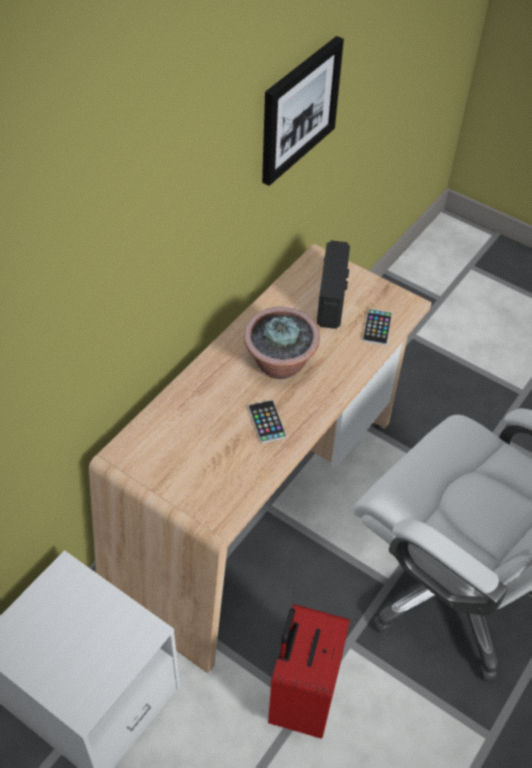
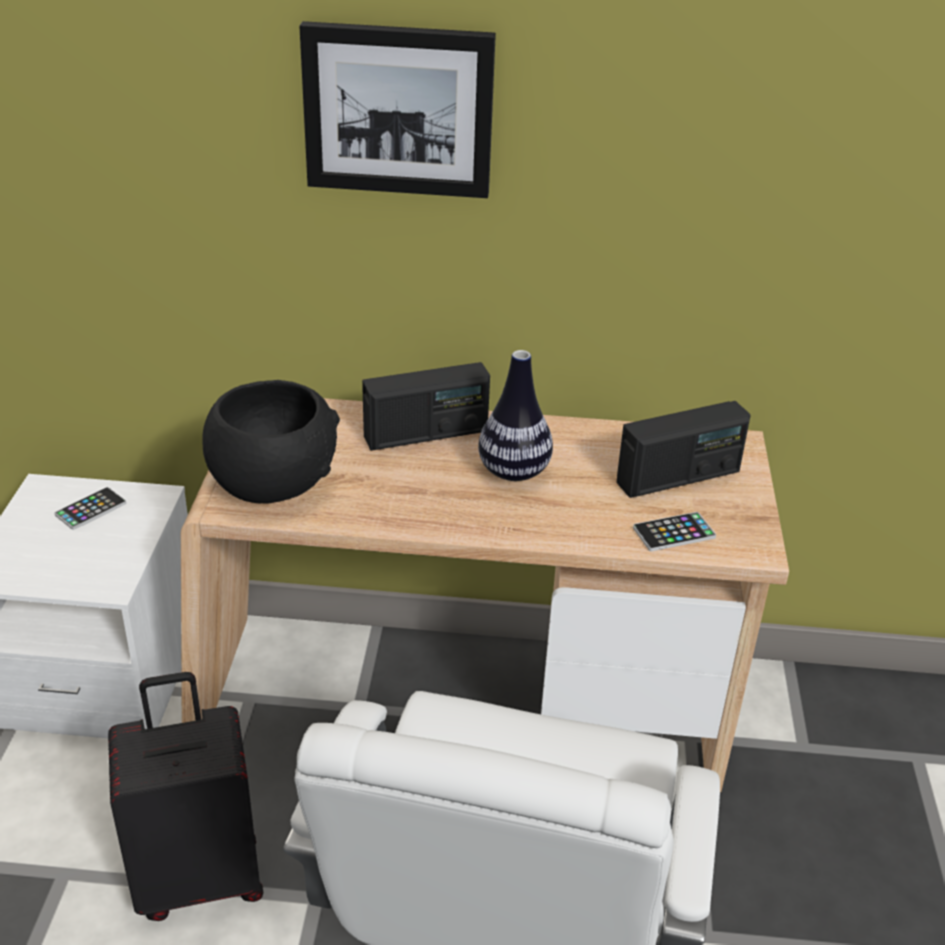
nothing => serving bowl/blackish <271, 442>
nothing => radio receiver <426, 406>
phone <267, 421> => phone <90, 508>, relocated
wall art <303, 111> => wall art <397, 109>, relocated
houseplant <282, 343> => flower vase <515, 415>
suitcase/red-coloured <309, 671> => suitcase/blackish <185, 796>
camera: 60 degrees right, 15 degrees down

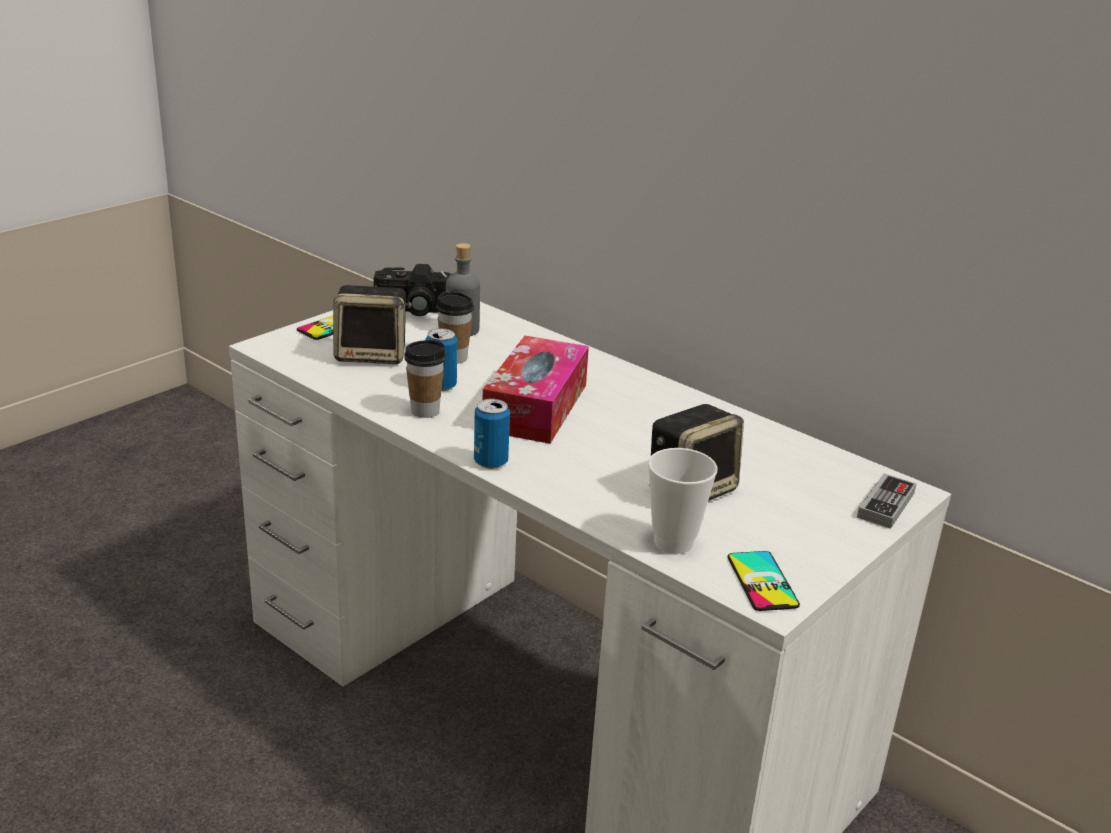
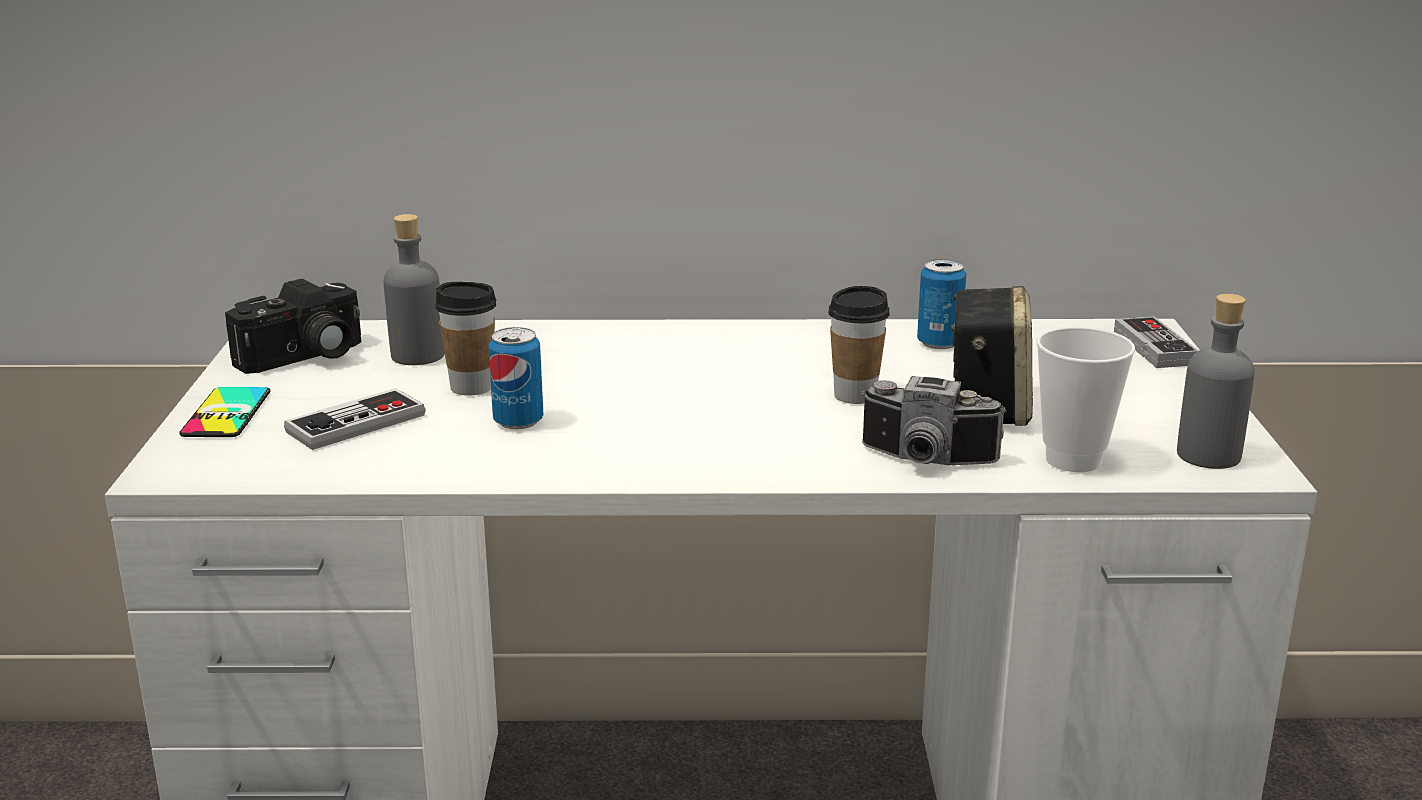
tissue box <536, 390> => nothing
nothing => still camera <934, 420>
cup <425, 379> => cup <859, 345>, relocated
can <492, 434> => can <941, 304>, relocated
audio speaker <372, 324> => joypad <355, 419>
phone <764, 581> => bottle/grey <1216, 381>
camera: 40 degrees left, 5 degrees down

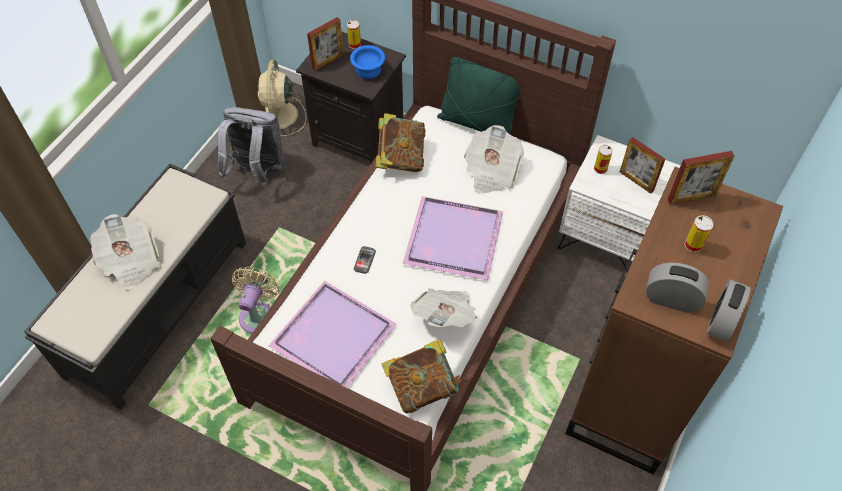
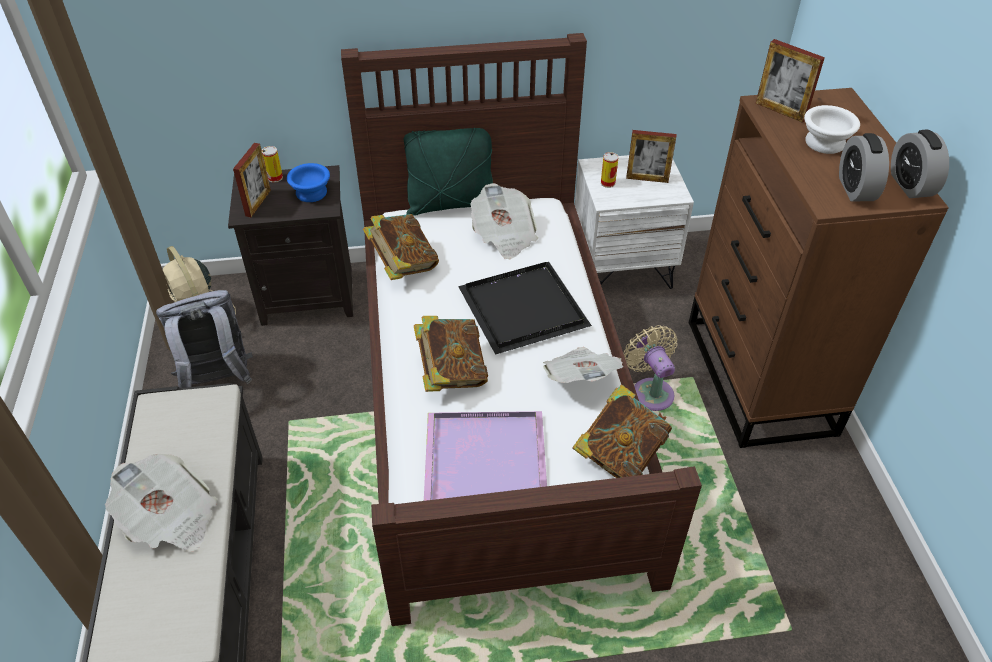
fan/beige <256, 300> => fan/beige <650, 368>, relocated
phone <365, 260> => volume <451, 354>
can <699, 234> => serving bowl/white-coloured <832, 129>
serving tray/purplish <452, 238> => serving tray/blackish <525, 308>
bedside clock <677, 288> => bedside clock <864, 167>, 75 degrees counterclockwise
photo frame <701, 178> => photo frame <790, 81>, 90 degrees clockwise
camera: 35 degrees left, 10 degrees down

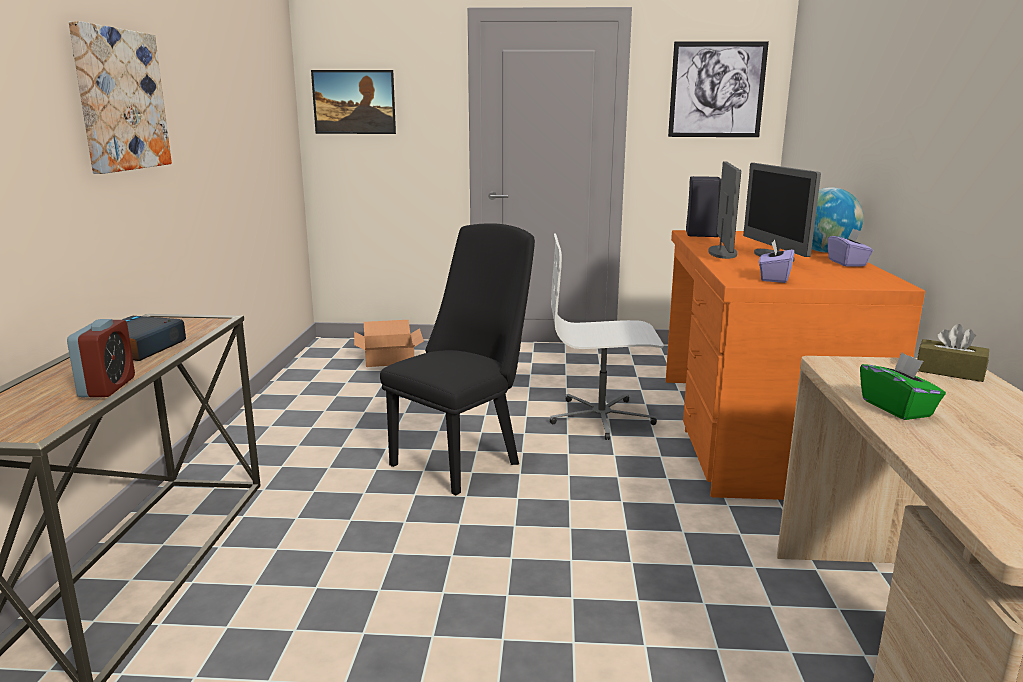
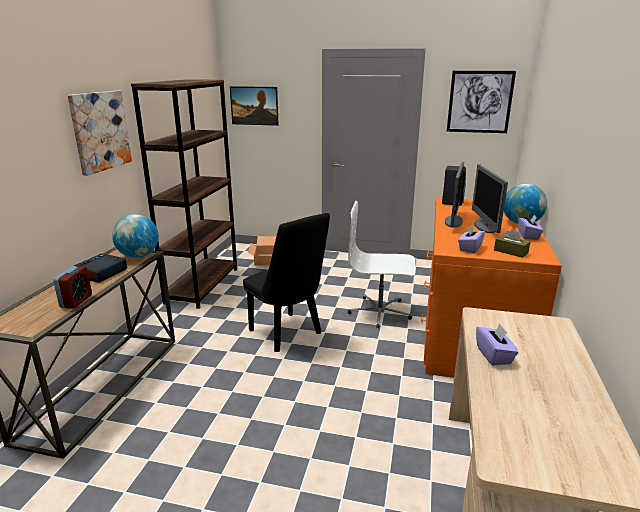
nothing => world globe <135, 236>
nothing => bookcase/brown-coloured <184, 194>
tissue box/brown-coloured <953, 353> => tissue box/brown-coloured <512, 243>, relocated
tissue box/green-coloured <903, 386> => tissue box/purplish <497, 344>
upright chair/blackish <457, 359> => upright chair/blackish <286, 282>, 90 degrees clockwise
camera: 10 degrees right, 5 degrees up

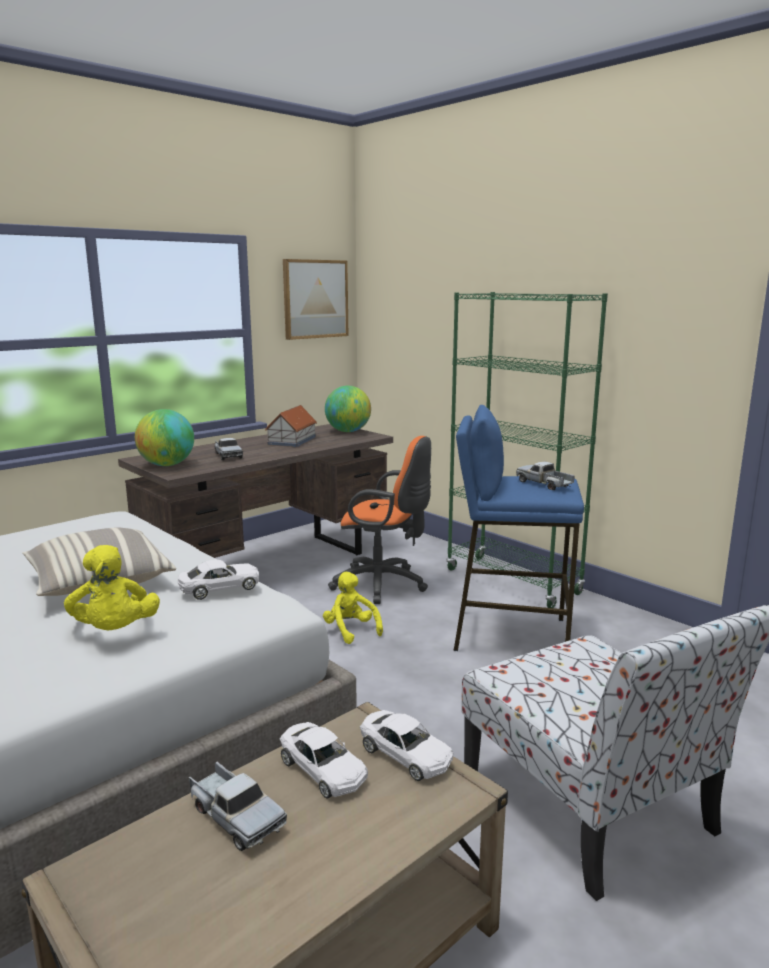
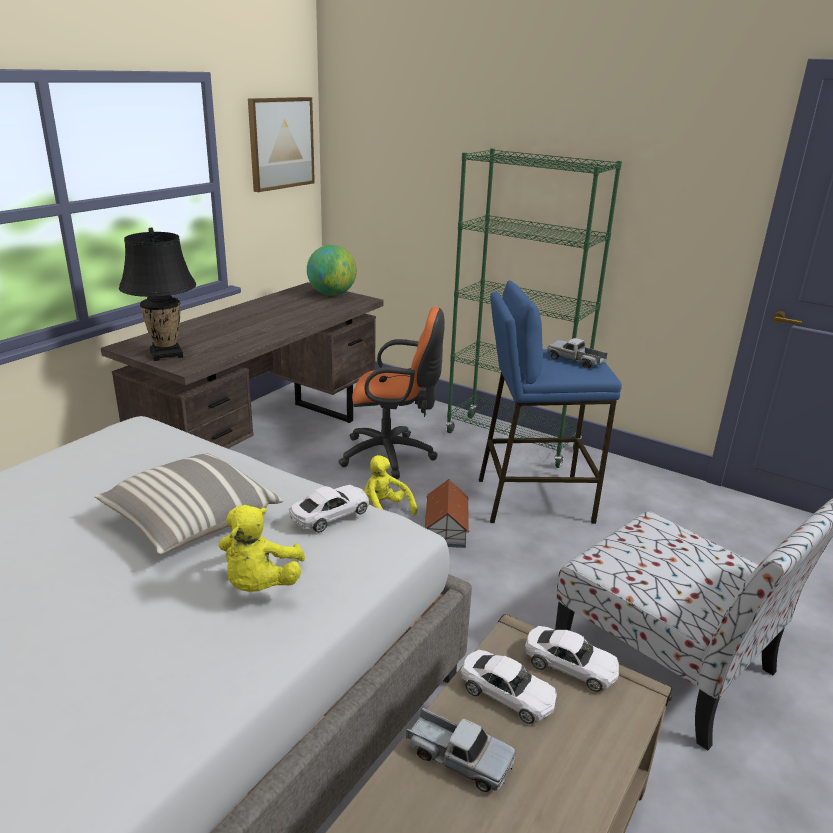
model truck <228, 449> => nothing
miniature house <291, 426> => miniature house <447, 513>, relocated
world globe <164, 437> => lamp for a table/blackish <157, 294>
soft toy/yellow <112, 587> => soft toy/yellow <261, 548>, 45 degrees clockwise
camera: 15 degrees left, 10 degrees up

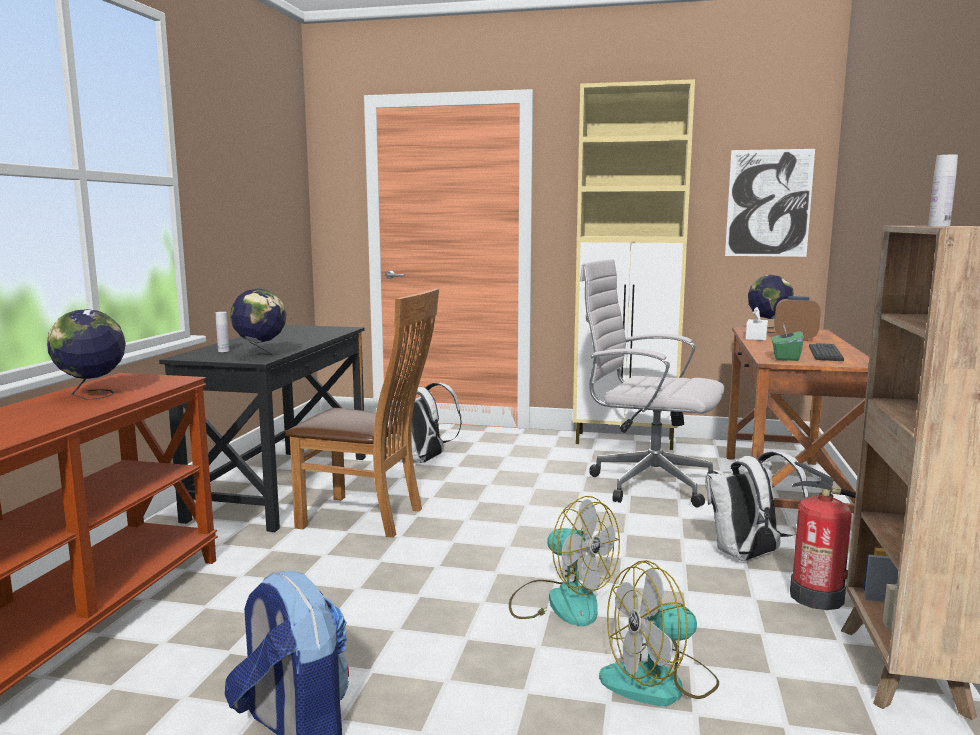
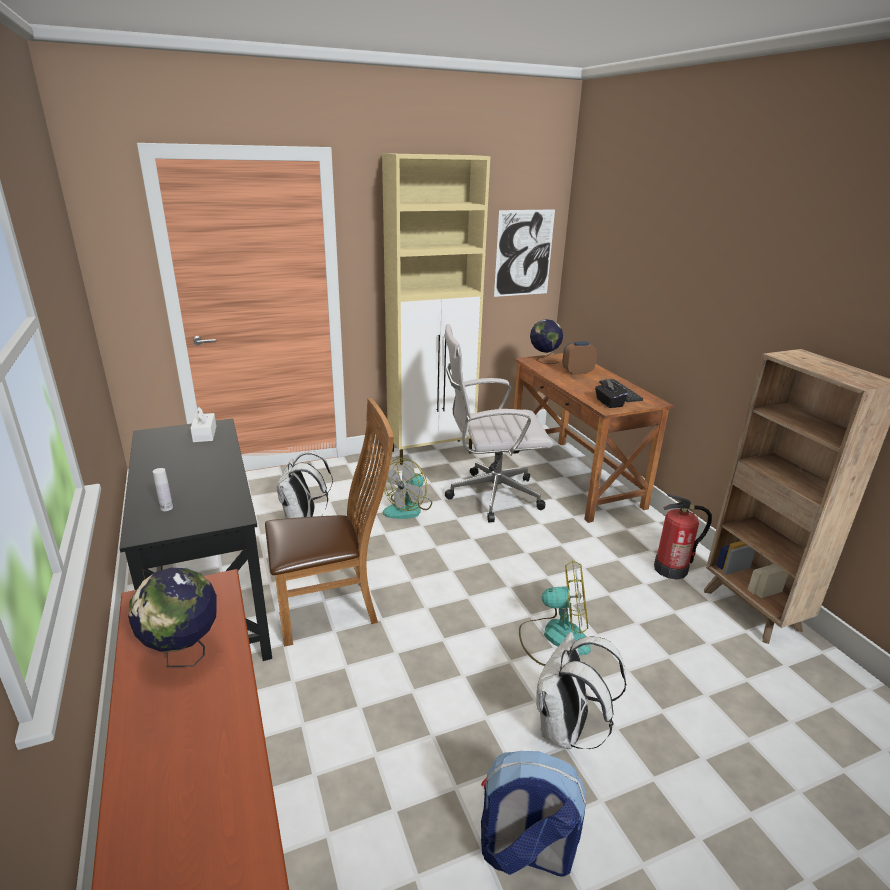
world globe <258, 324> => nothing
bottle/white-coloured <943, 190> => nothing
fan <659, 633> => fan <407, 488>, relocated
backpack/white-coloured <757, 506> => backpack/white-coloured <581, 690>, relocated
tissue box/white-coloured <757, 324> => tissue box/white-coloured <203, 424>, relocated
tissue box/green-coloured <787, 342> => tissue box/blackish <611, 393>
camera: 35 degrees left, 15 degrees up

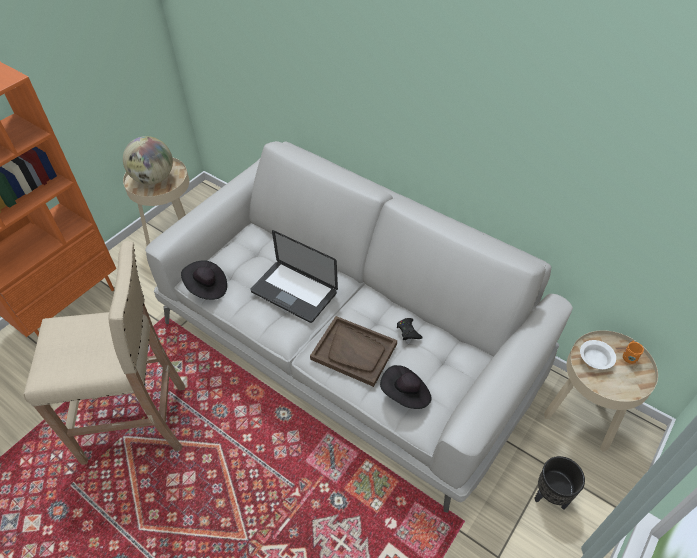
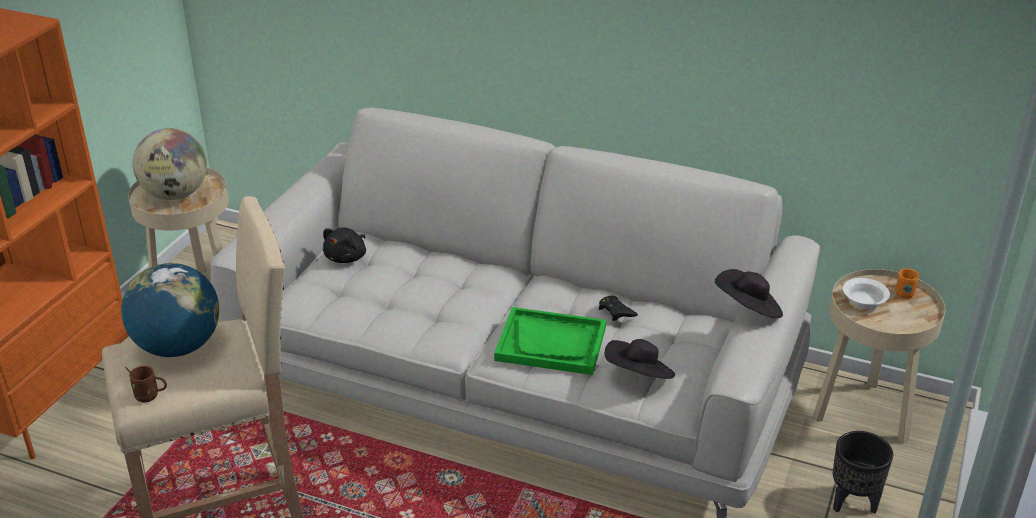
laptop <294, 276> => nothing
nothing => world globe <170, 310>
nothing => mug/brown-coloured <146, 384>
nothing => soft toy/blackish <344, 245>
hat/blackish <204, 280> => hat/blackish <749, 293>, relocated
serving tray/brown-coloured <353, 351> => serving tray/green-coloured <550, 341>
camera: 15 degrees left, 15 degrees down

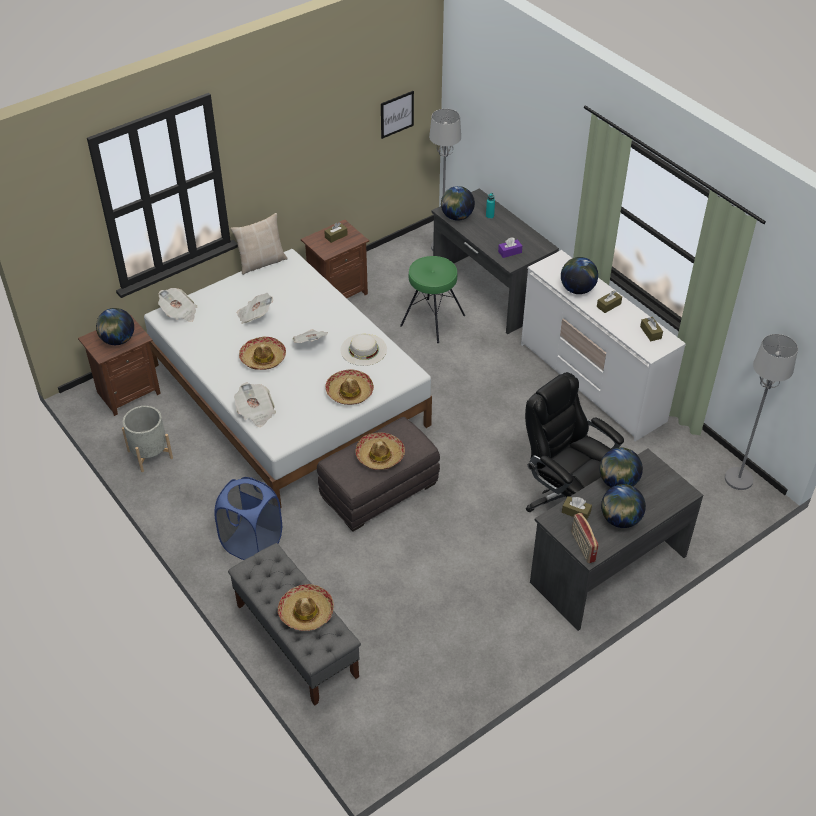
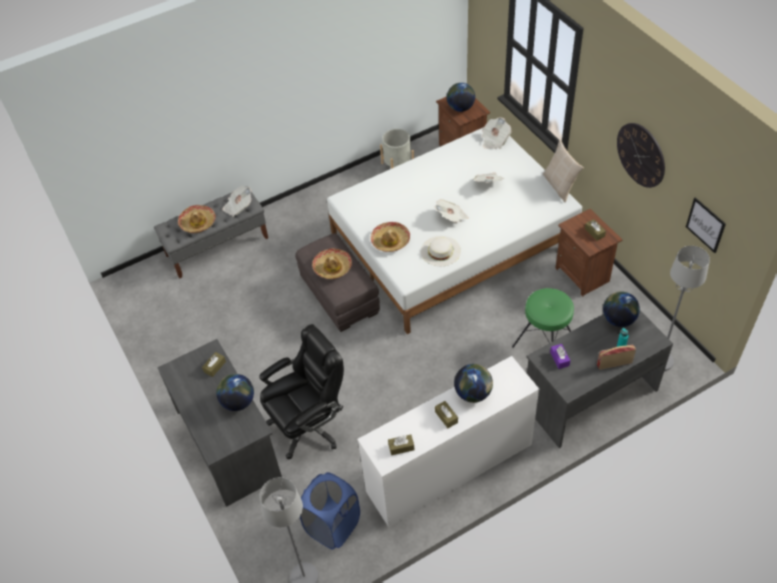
hat <262, 353> => nothing
world globe <623, 506> => nothing
nothing => hanging clock <641, 155>
laundry basket/bluish <248, 518> => laundry basket/bluish <330, 510>, relocated
printed paper <255, 404> => printed paper <237, 201>, relocated
radio receiver <585, 538> => radio receiver <616, 357>, relocated
camera: 100 degrees right, 5 degrees up

